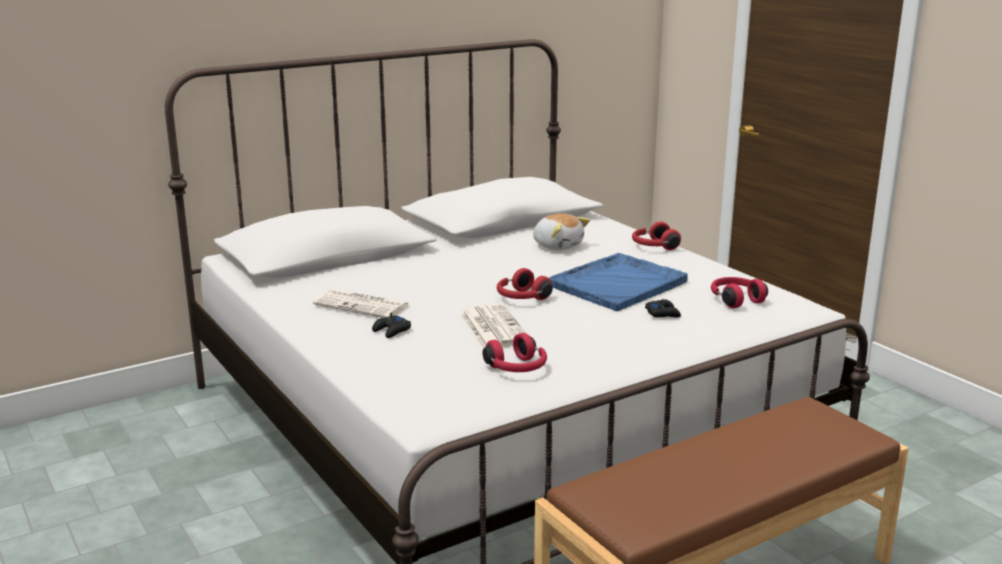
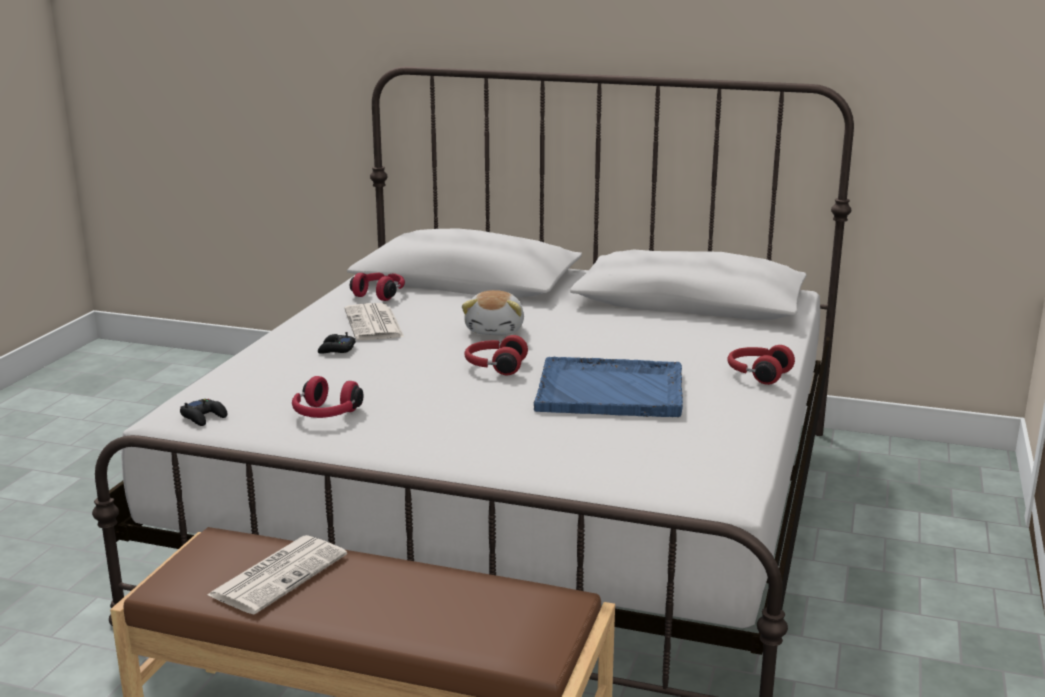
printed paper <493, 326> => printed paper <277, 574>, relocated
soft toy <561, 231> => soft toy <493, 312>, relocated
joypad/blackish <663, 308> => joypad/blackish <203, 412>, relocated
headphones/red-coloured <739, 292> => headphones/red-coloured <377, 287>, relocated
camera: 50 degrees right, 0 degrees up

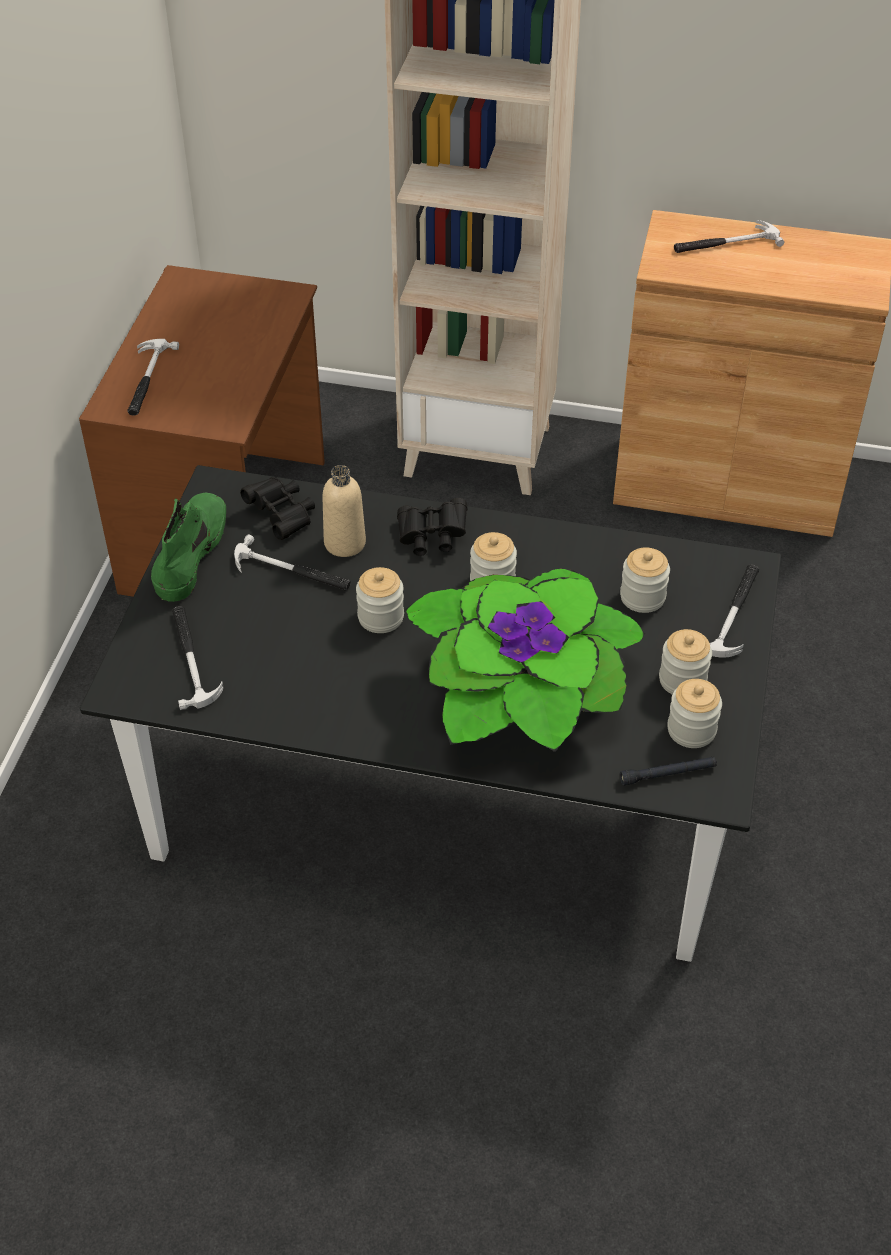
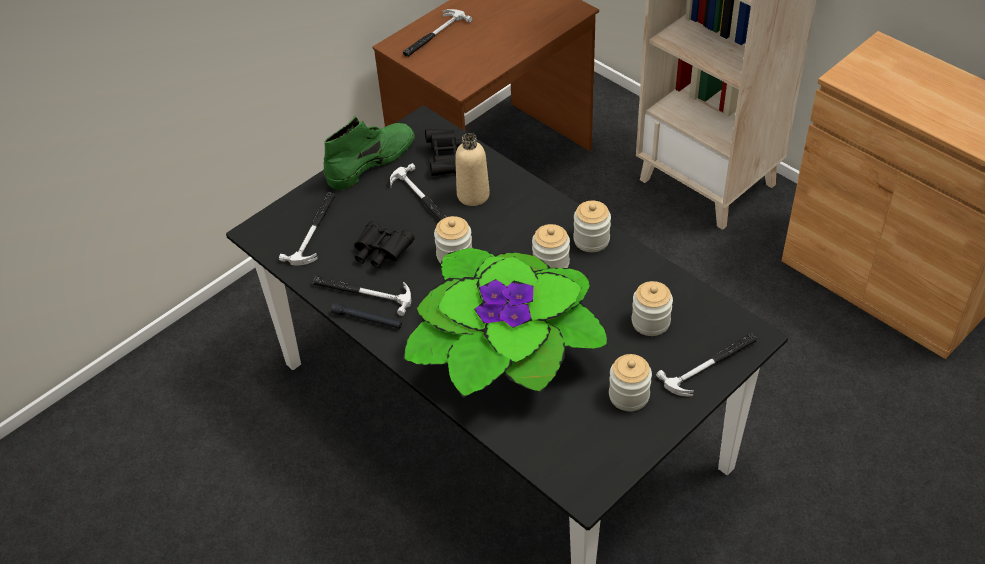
pair of binoculars/blackish <432, 527> => pair of binoculars/blackish <384, 244>, relocated
hand torch/blackish <668, 771> => hand torch/blackish <366, 316>, relocated
preserve jar <694, 713> => preserve jar <592, 226>, relocated
tool hammer <729, 236> => tool hammer <362, 296>, relocated
camera: 35 degrees right, 0 degrees up

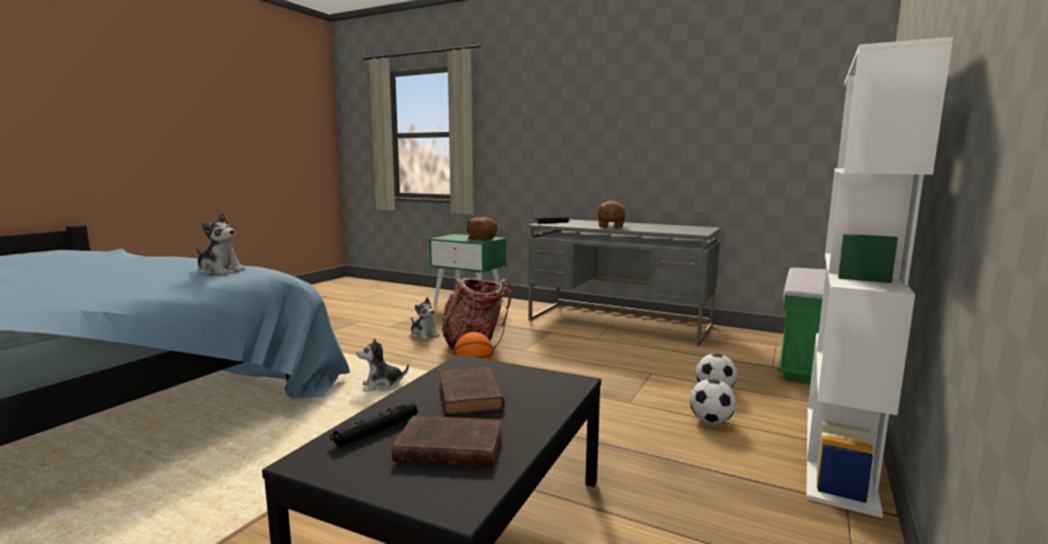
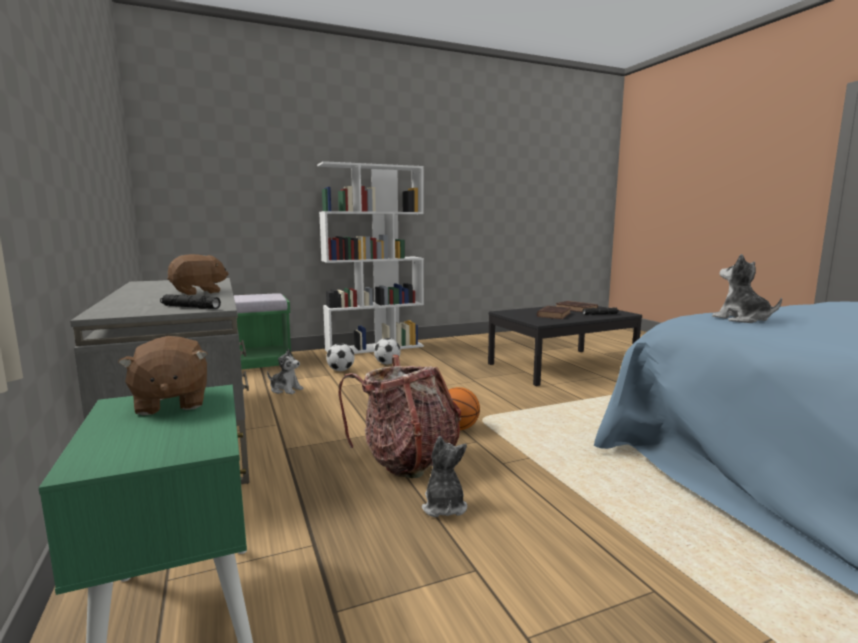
soft toy <382, 365> => soft toy <285, 371>, relocated
camera: 140 degrees left, 0 degrees up

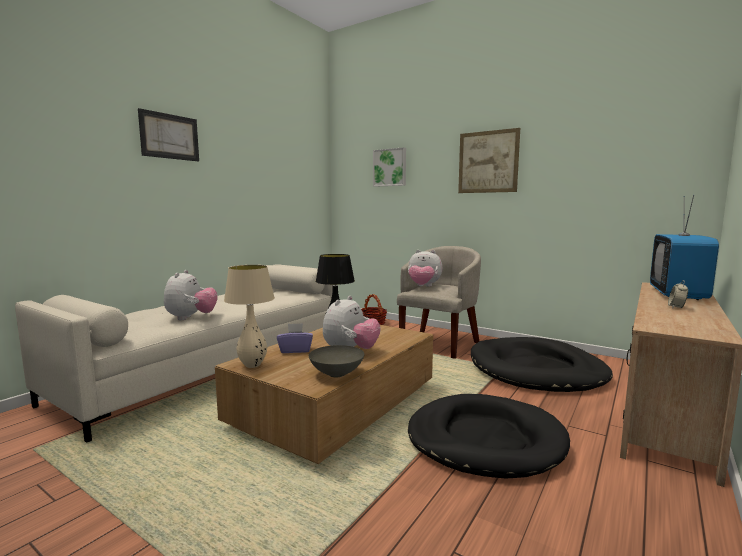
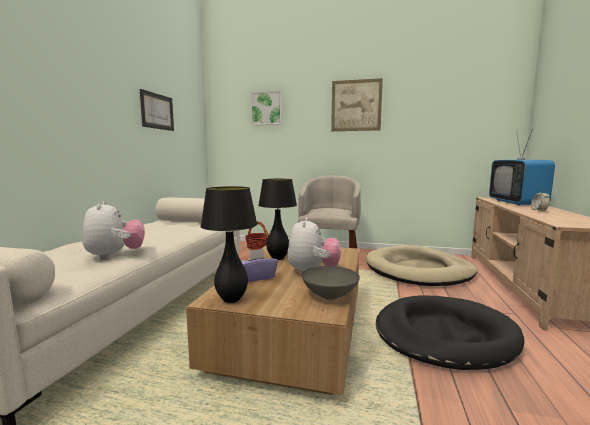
soft toy <425, 268> => nothing
wall art <168, 134> => wall art <157, 110>, relocated
lamp for a table/beige <249, 316> => lamp for a table/blackish <228, 244>
dog bed/blackish <542, 364> => dog bed/beige <422, 265>
camera: 20 degrees left, 0 degrees up

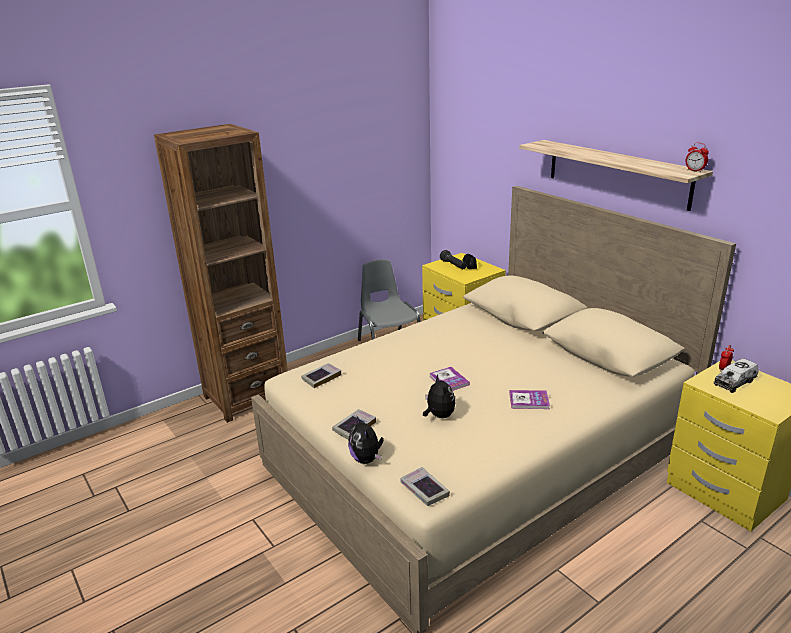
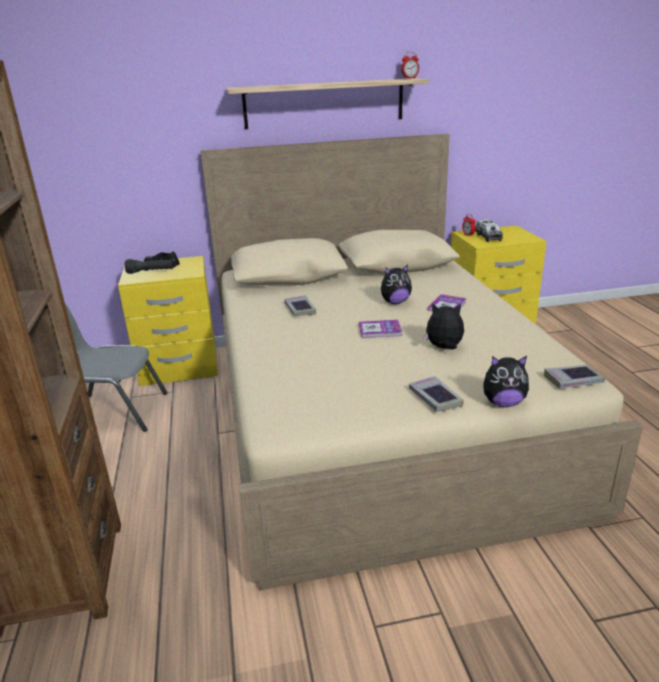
nothing => soft toy <396, 284>
volume <321, 375> => volume <300, 305>, relocated
camera: 65 degrees left, 0 degrees up

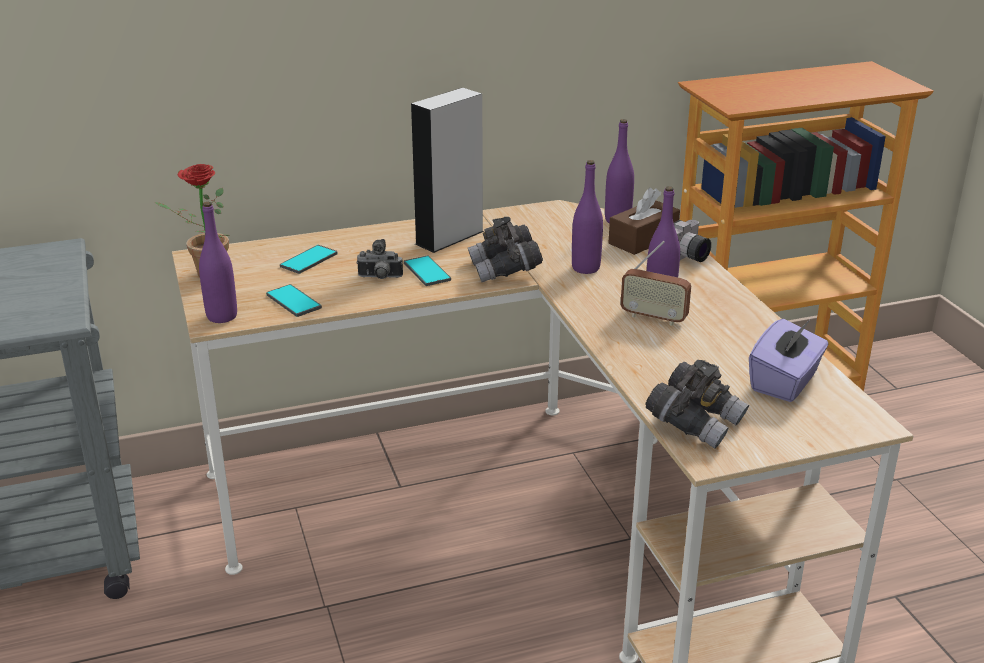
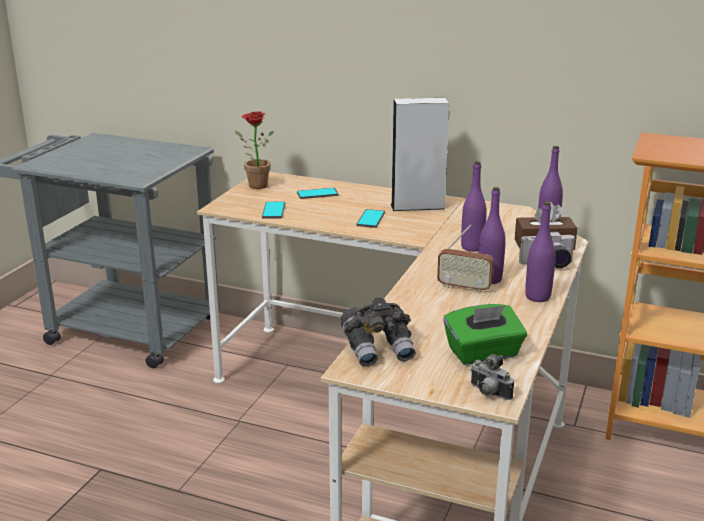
pair of binoculars/grey <505, 249> => nothing
bottle/purplish <218, 262> => bottle/purplish <540, 251>, relocated
still camera <379, 259> => still camera <492, 377>, relocated
tissue box/purplish <789, 360> => tissue box/green-coloured <485, 334>
radio receiver <655, 283> => radio receiver <465, 259>, 45 degrees counterclockwise
camera: 40 degrees right, 5 degrees down

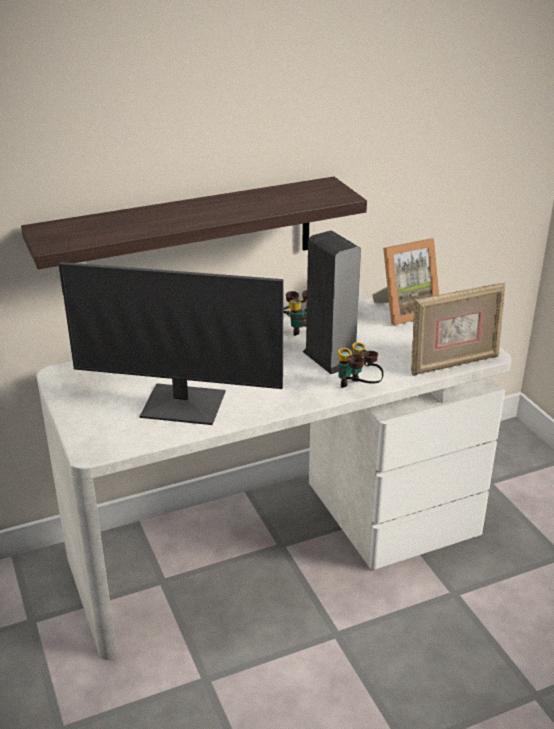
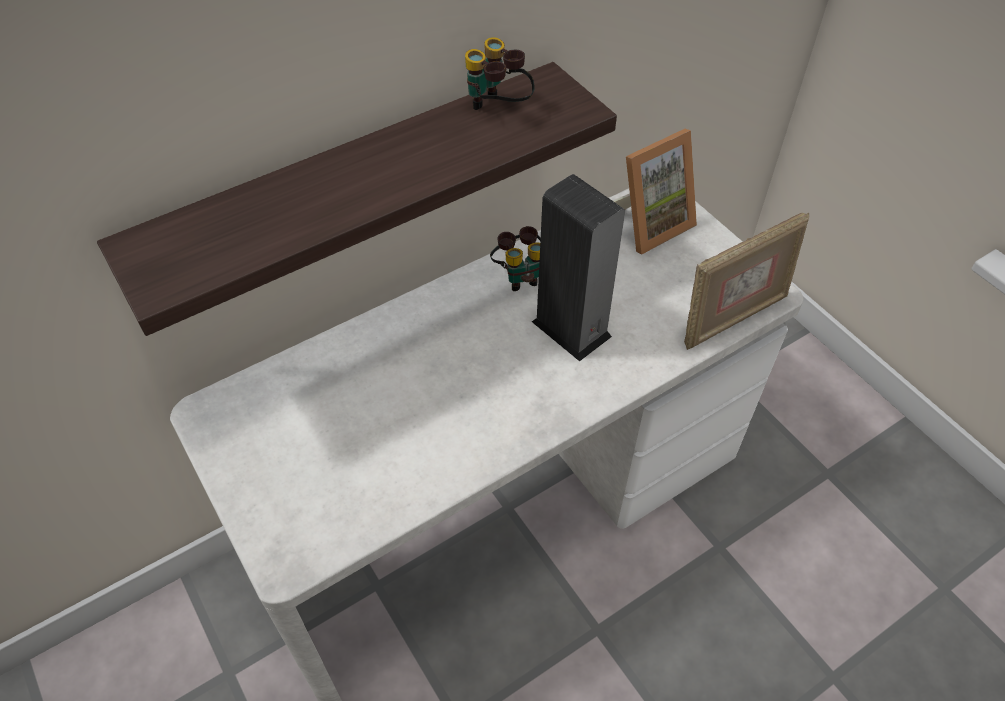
monitor <171, 343> => nothing
pair of binoculars <361, 365> => pair of binoculars <499, 73>, relocated
camera: 10 degrees left, 20 degrees up

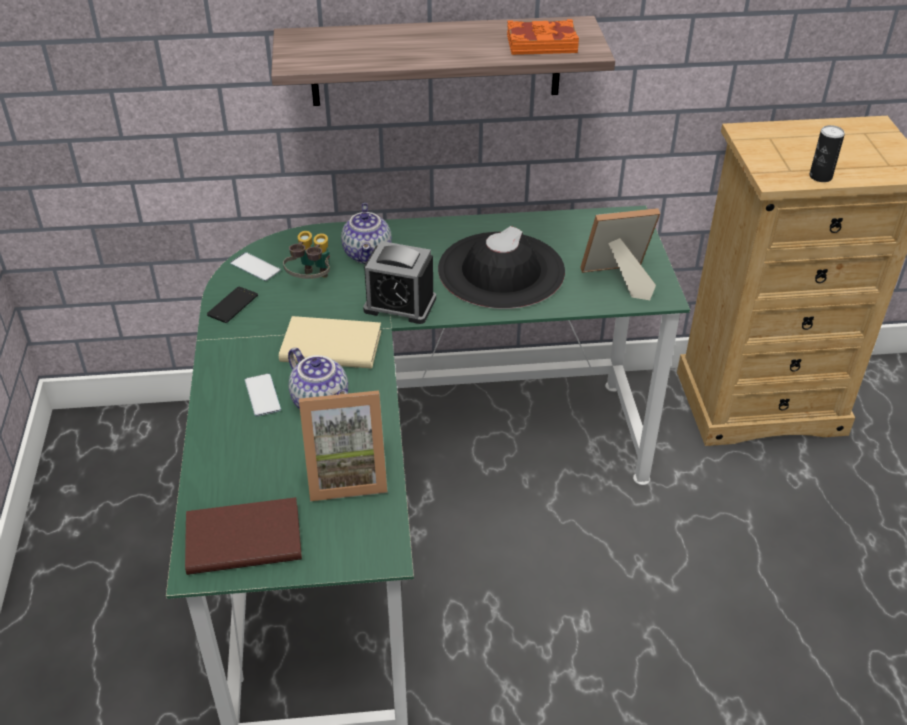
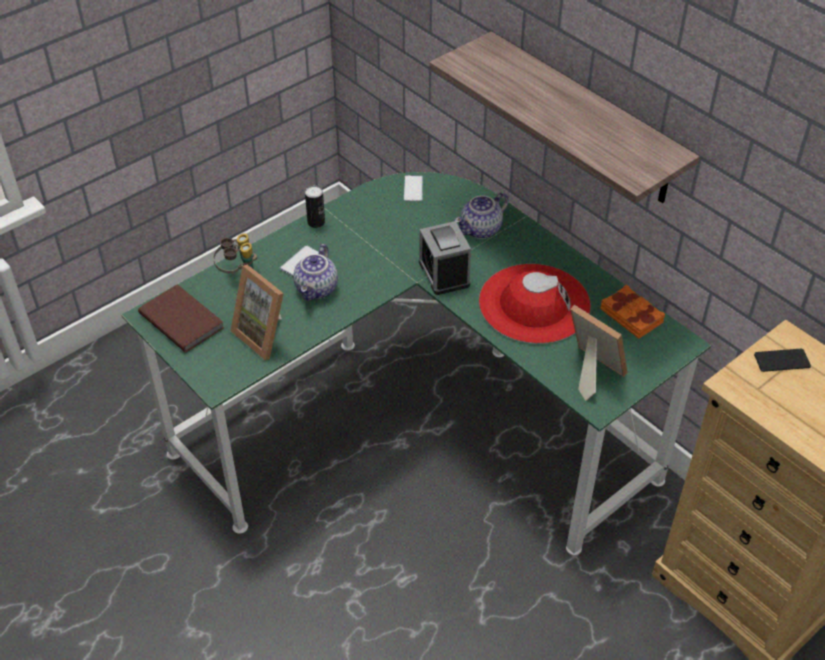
volume/beige <330, 342> => nothing
phone <232, 305> => phone <782, 360>, relocated
pair of binoculars <306, 255> => pair of binoculars <235, 253>, relocated
volume/orange <543, 37> => volume/orange <632, 311>, relocated
can <827, 153> => can <315, 207>, relocated
hat/blackish <501, 267> => hat/red-coloured <535, 304>
camera: 55 degrees right, 5 degrees up

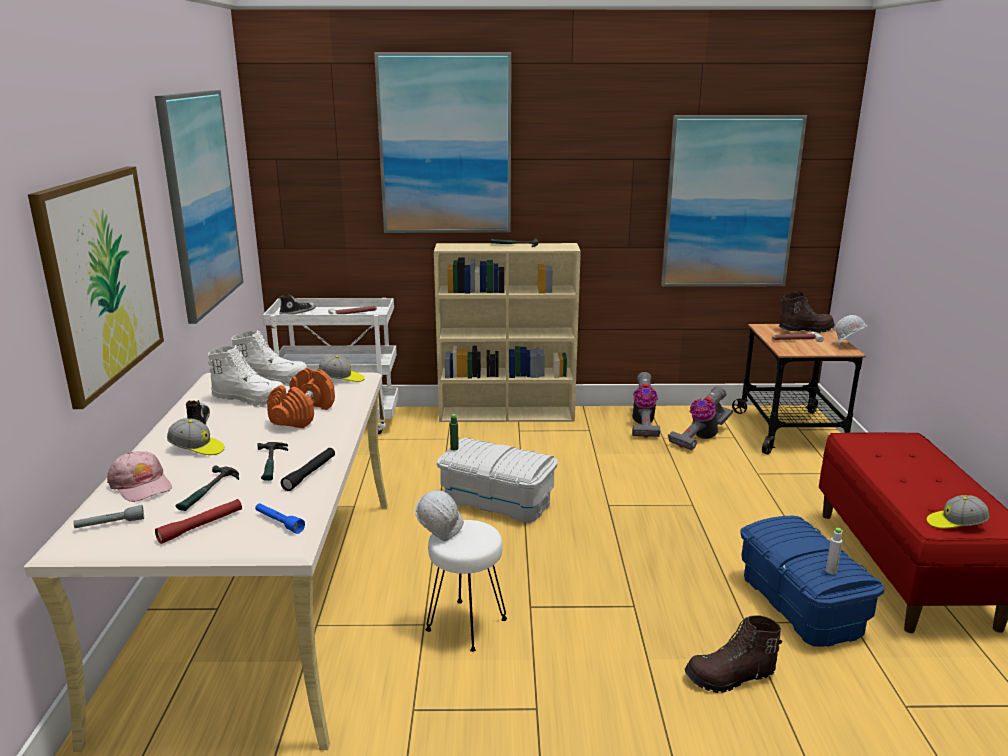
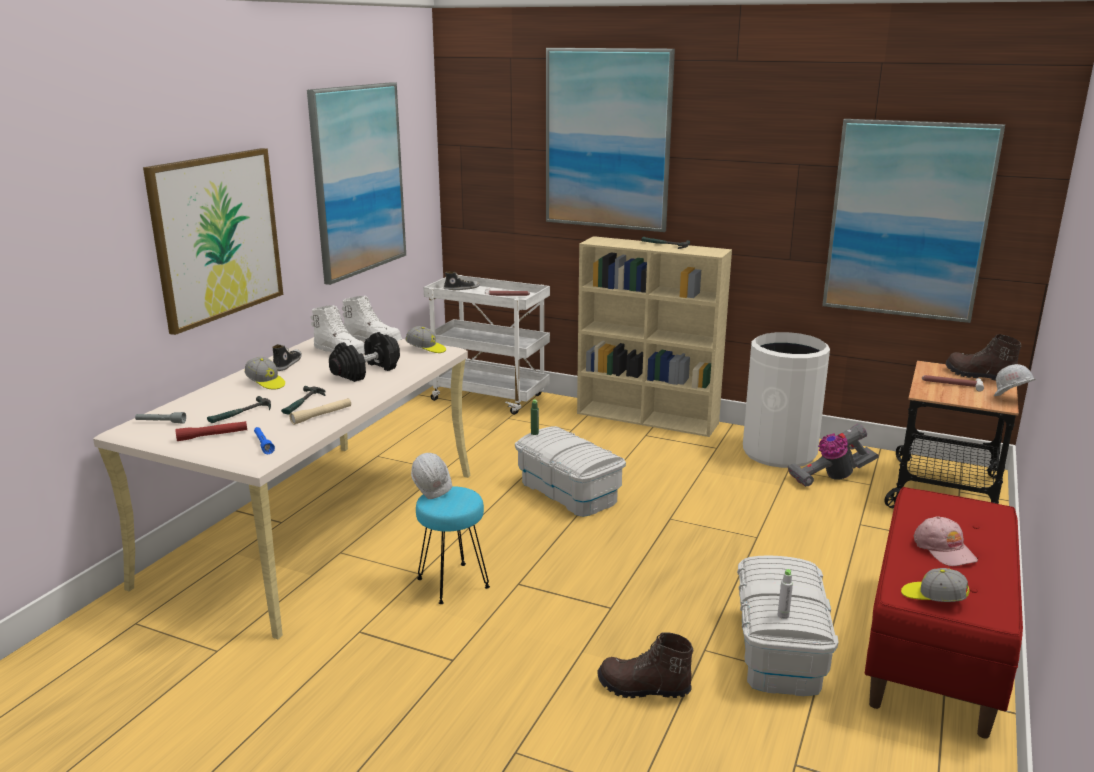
cap/pink <139, 476> => cap/pink <946, 541>, relocated
vacuum cleaner <646, 405> => trash can/white-coloured <786, 400>
hand weight/orange <301, 398> => hand weight/blackish <364, 357>
hand torch/blackish <308, 469> => hand torch/beige <320, 411>
sitting stool/white-coloured <466, 586> => sitting stool/turquoise <453, 545>
storage bin/bluish <812, 581> => storage bin/white-coloured <788, 625>
tall boot/brown-coloured <807, 312> => tall boot/brown-coloured <983, 357>, 150 degrees counterclockwise
camera: 25 degrees right, 0 degrees up

